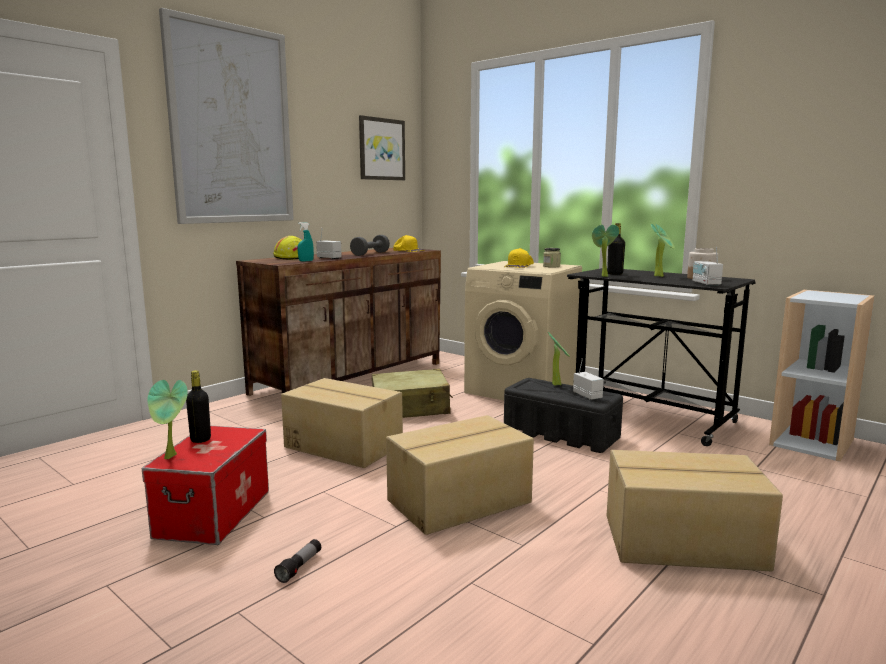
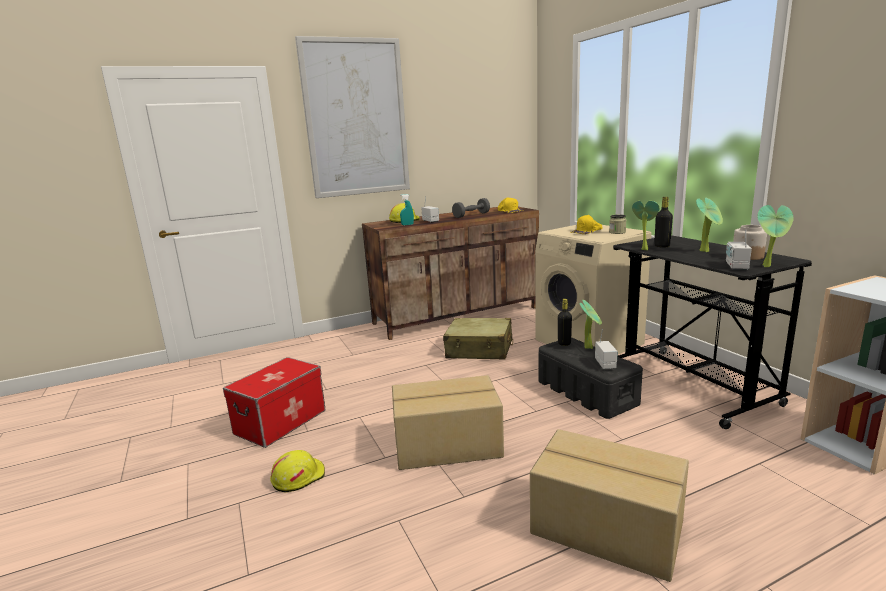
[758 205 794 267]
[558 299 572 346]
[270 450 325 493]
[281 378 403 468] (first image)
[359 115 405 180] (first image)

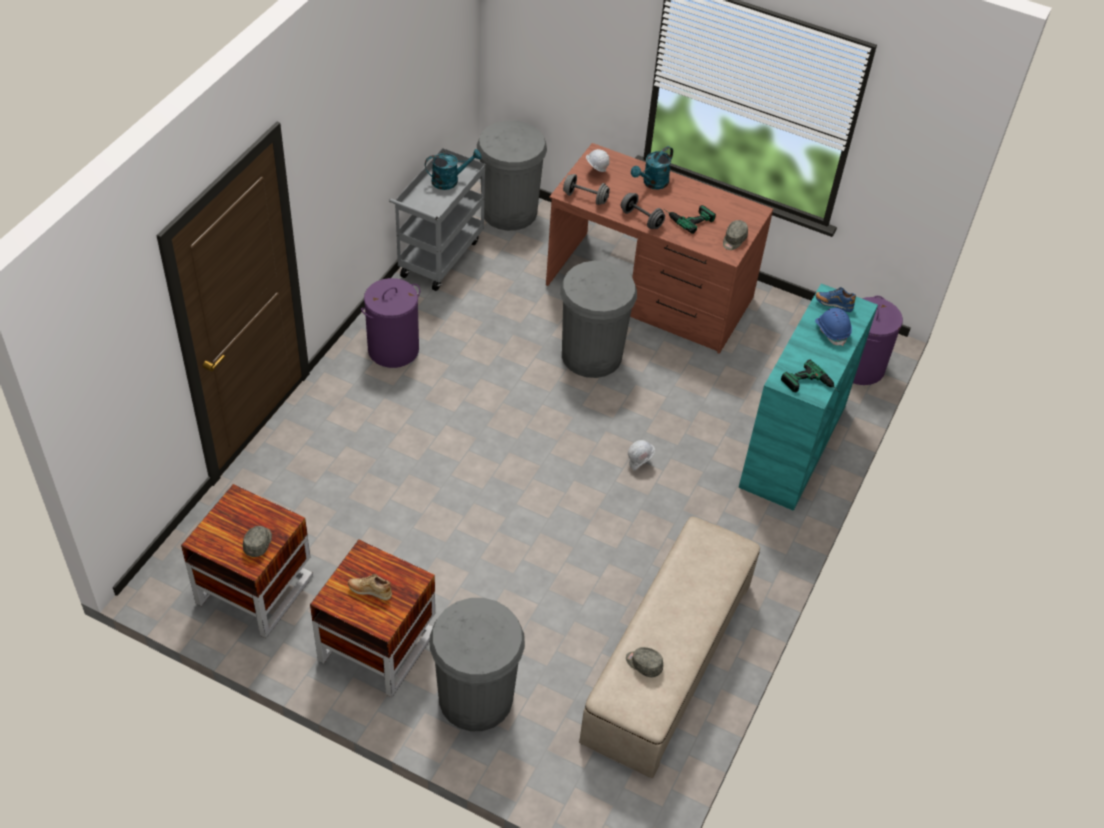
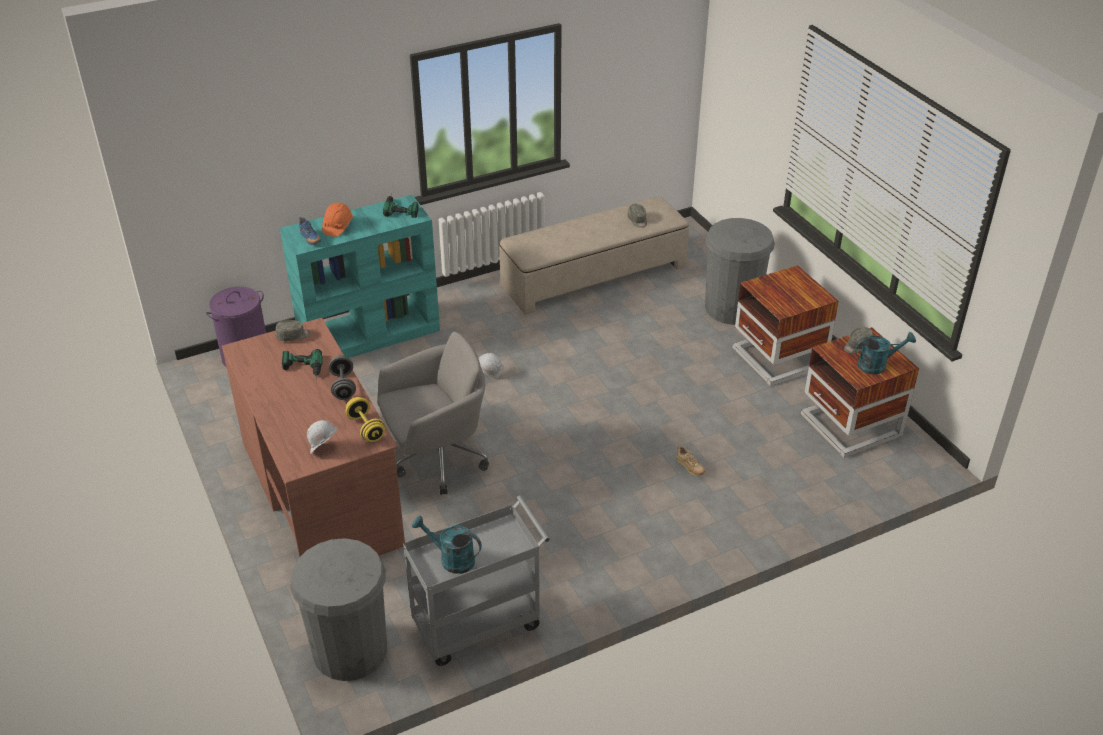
[676 446 706 476]
[361 278 420 368] (first image)
[377 332 489 495]
[346 397 385 442]
[855 332 916 374]
[322 203 353 237]

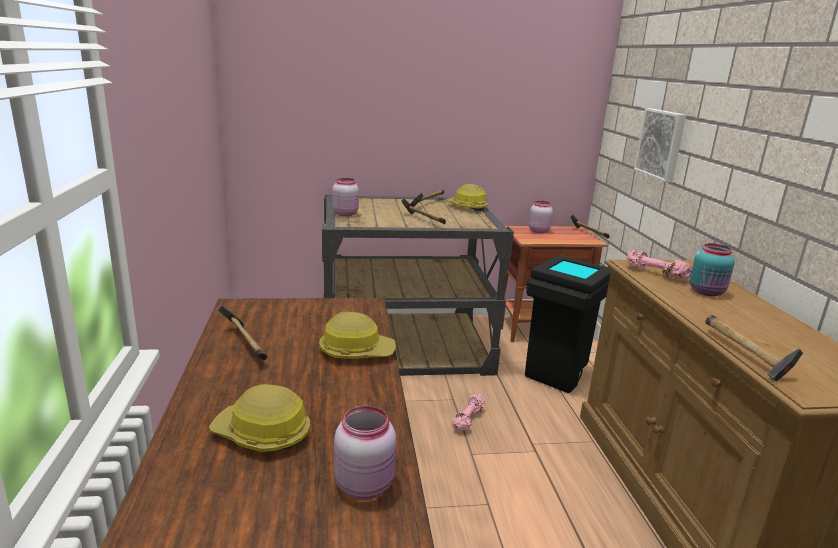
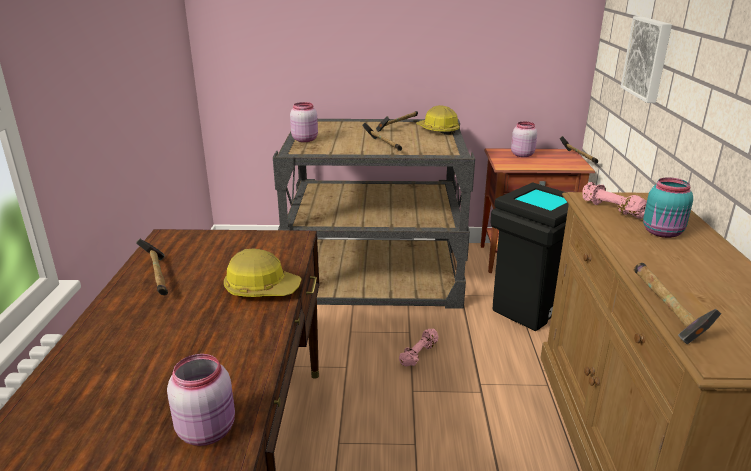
[209 384 310 452] (first image)

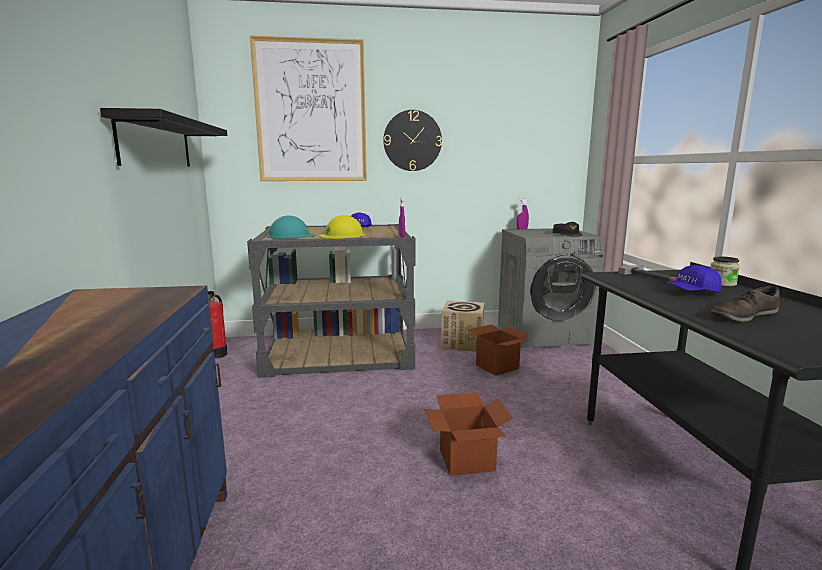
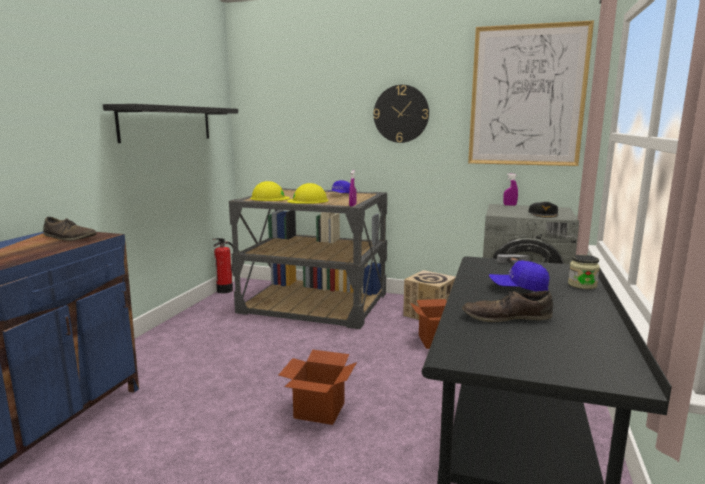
[468 20 594 166]
[250 181 290 201]
[43 217 97 241]

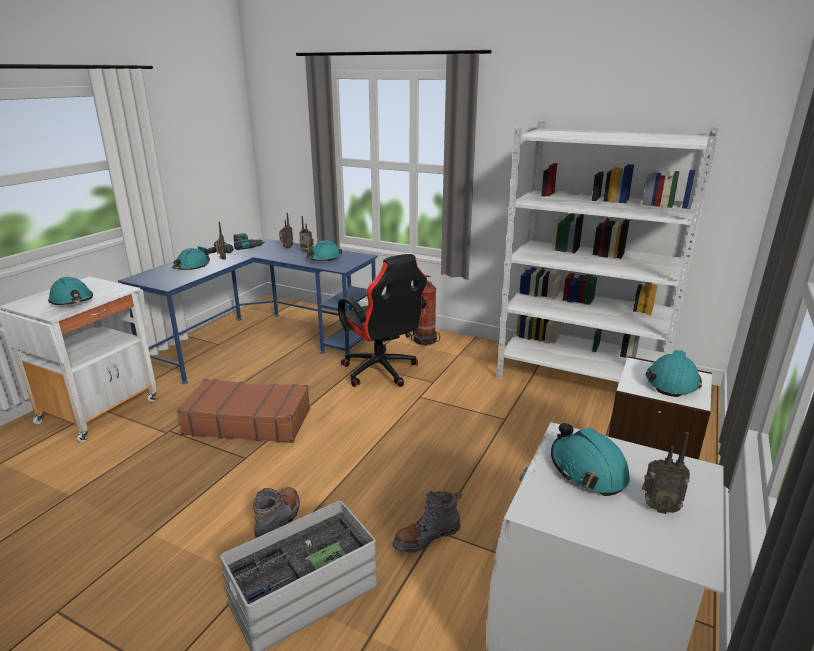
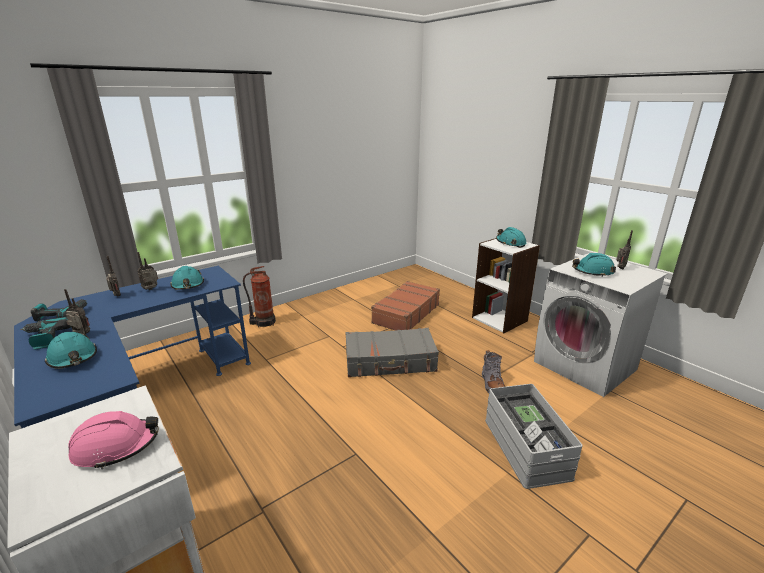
[68 411 159 469]
[371 281 440 330]
[253 487 300 538] (first image)
[338 254 427 387] (first image)
[496 121 718 382] (first image)
[345 328 439 377]

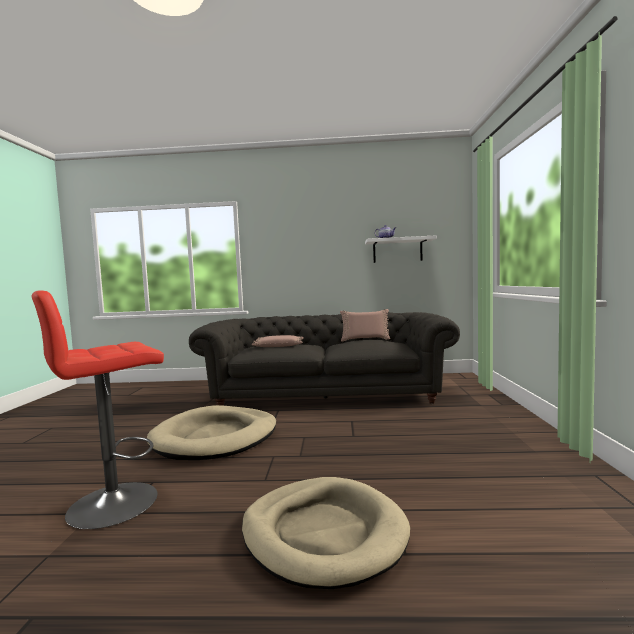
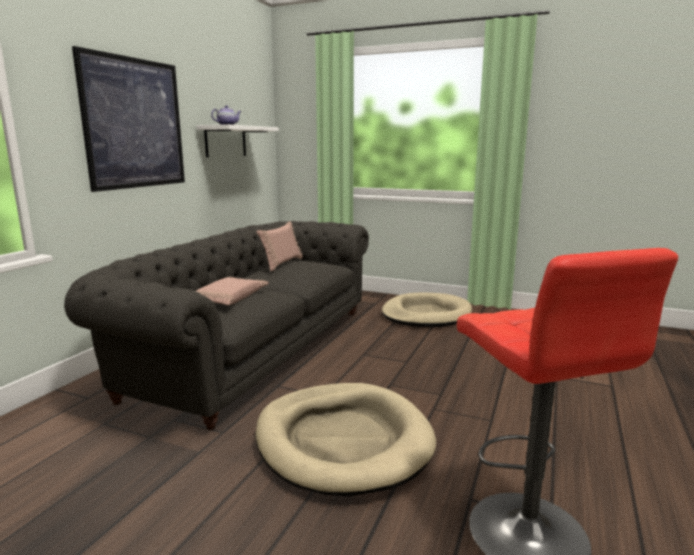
[382 292 472 327]
[72 46 185 192]

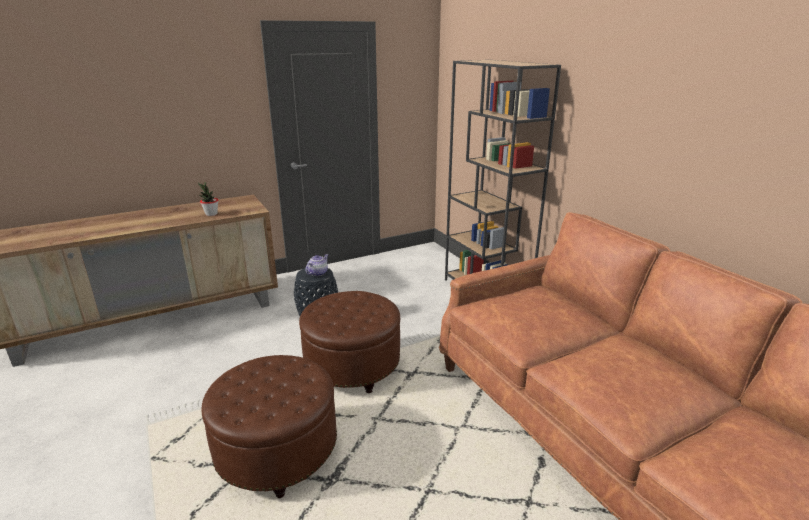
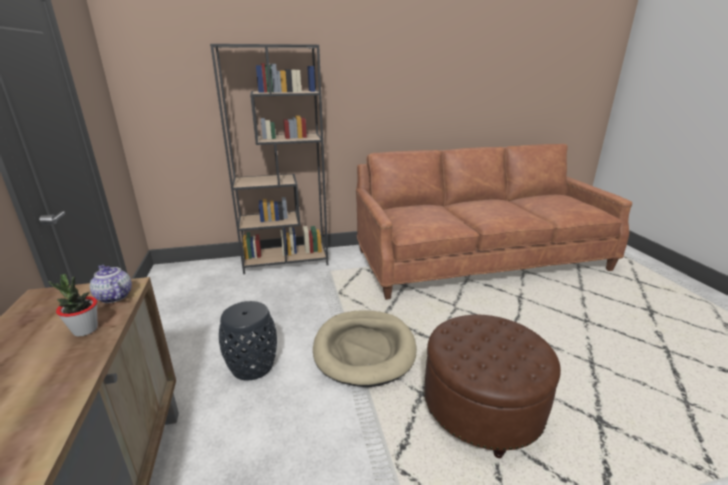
[313 310 417 387]
[90 265 132 303]

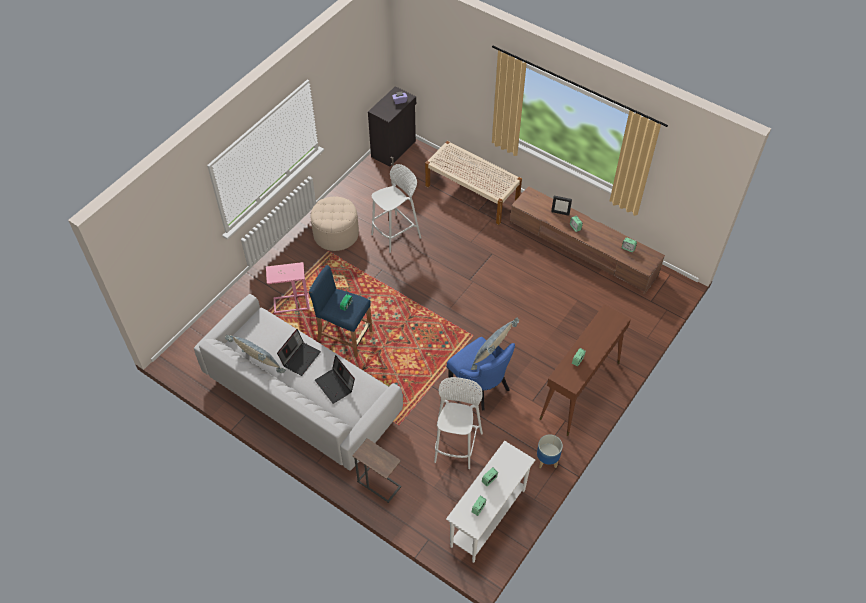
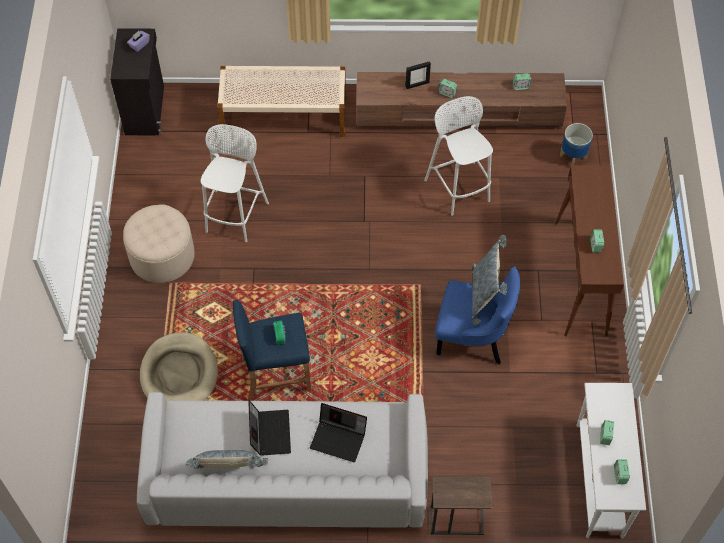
[140 333 218 402]
[424 96 493 216]
[560 123 593 165]

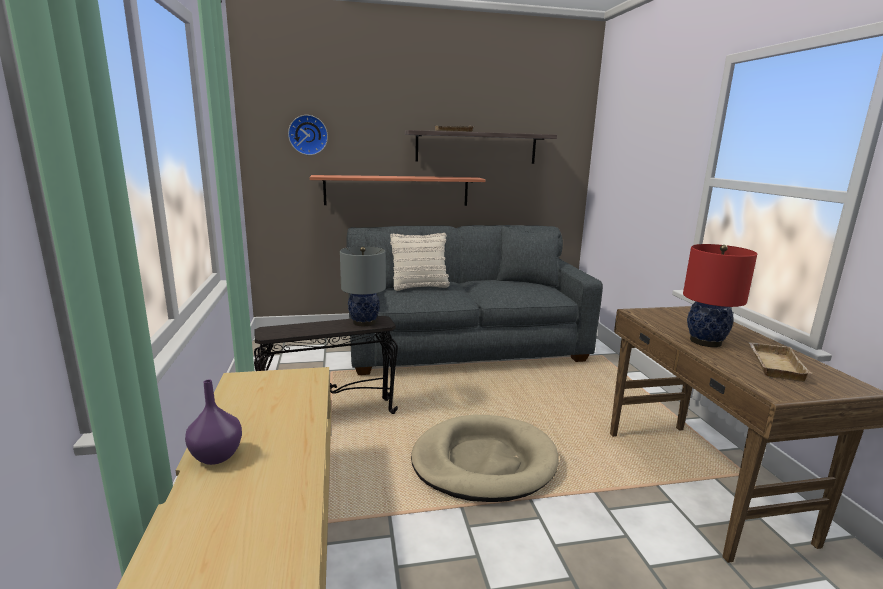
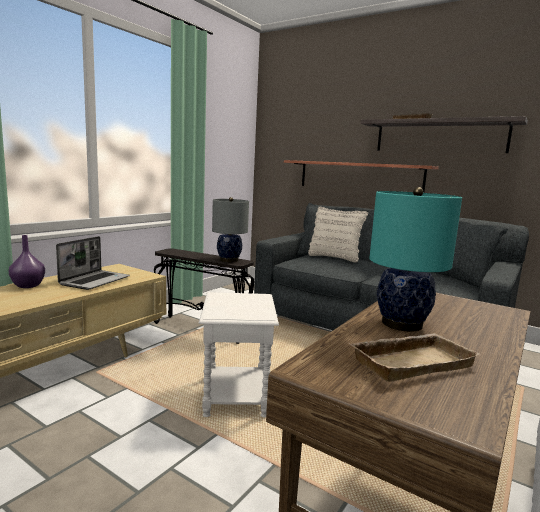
[288 115 328 155] (first image)
[198 292 279 417]
[369 187 462 332]
[56 236 130 290]

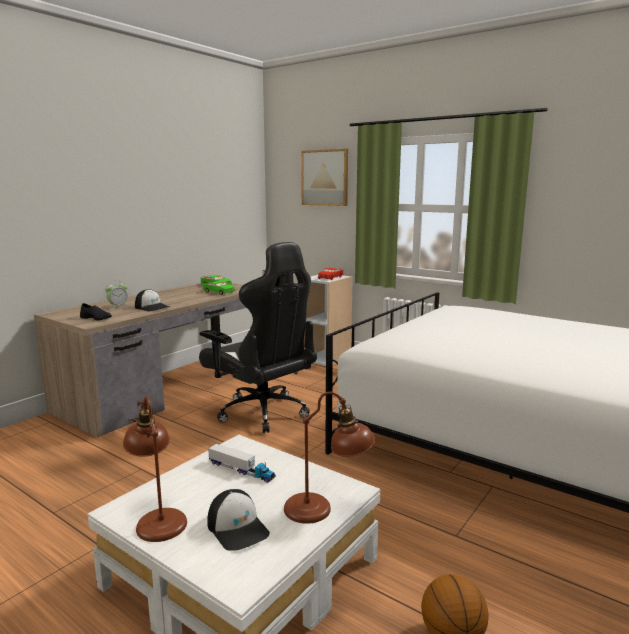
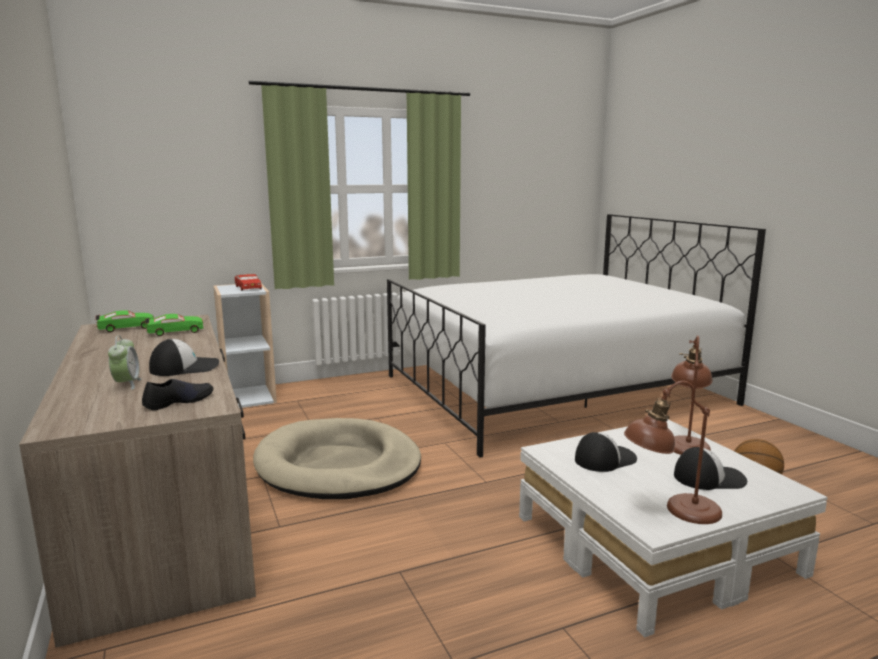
[253 418 421 499]
[575 432 637 472]
[301 149 348 206] (first image)

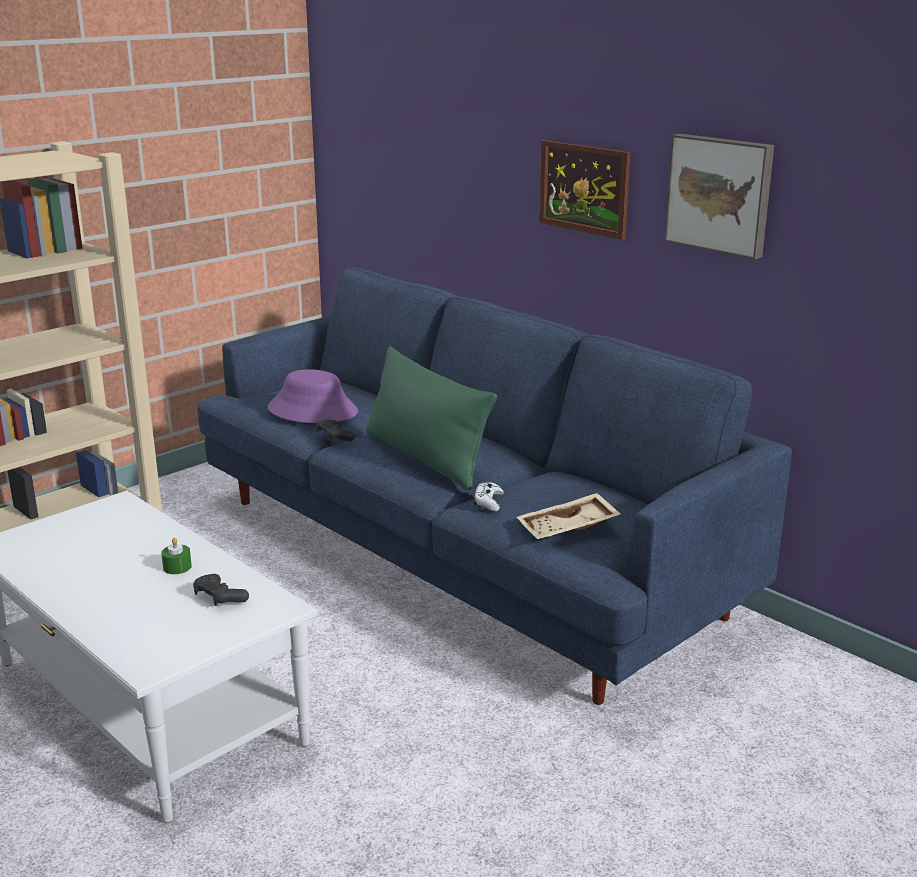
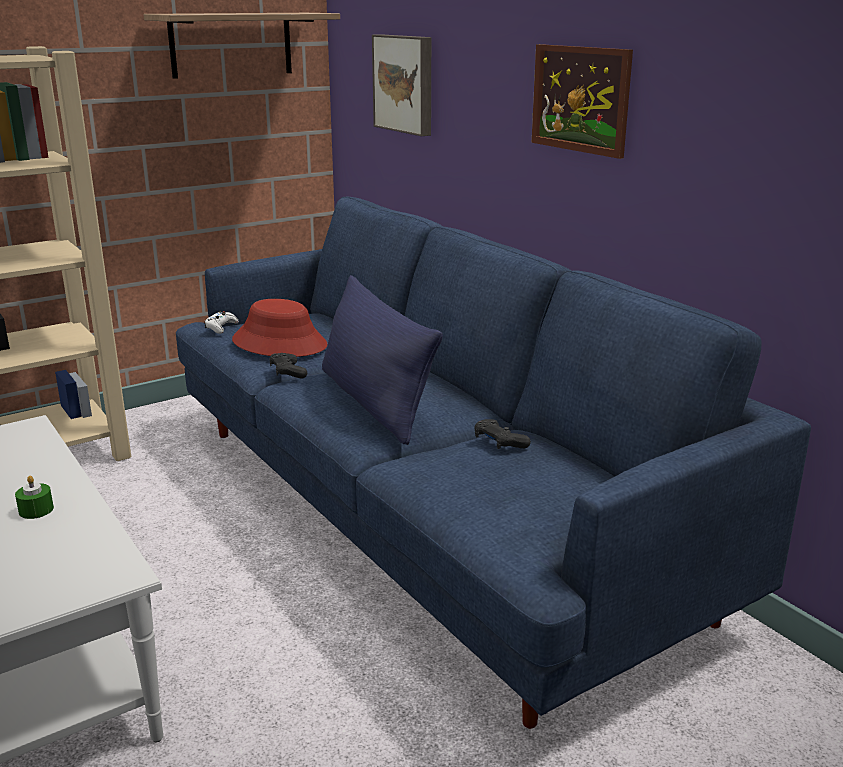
[475 419 531 449]
[232 299 327 357]
[322 275 443 445]
[204 311 239 334]
[516 493 621 539] (first image)
[372 34 431 136]
[143 13 340 79]

